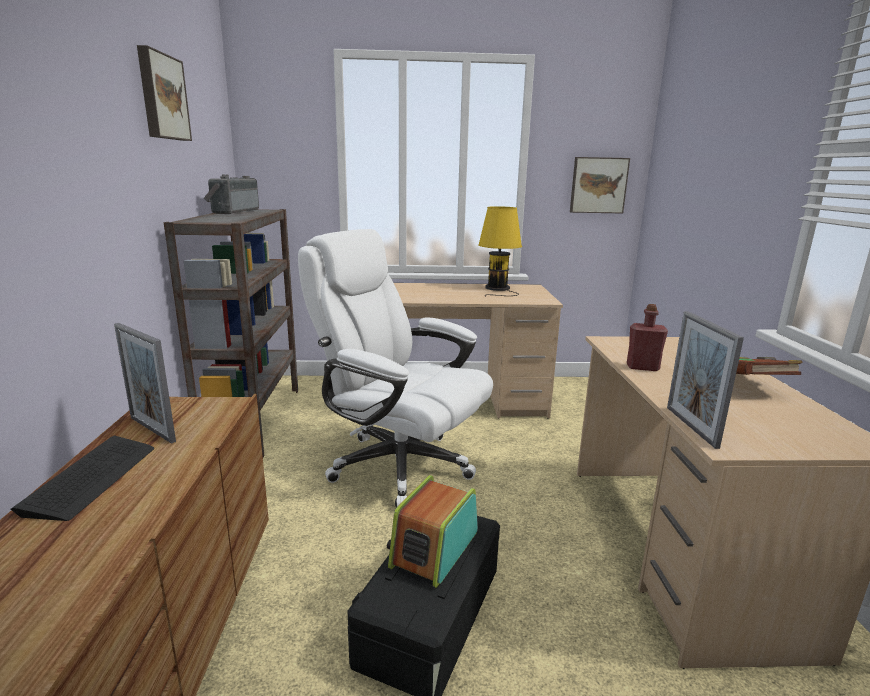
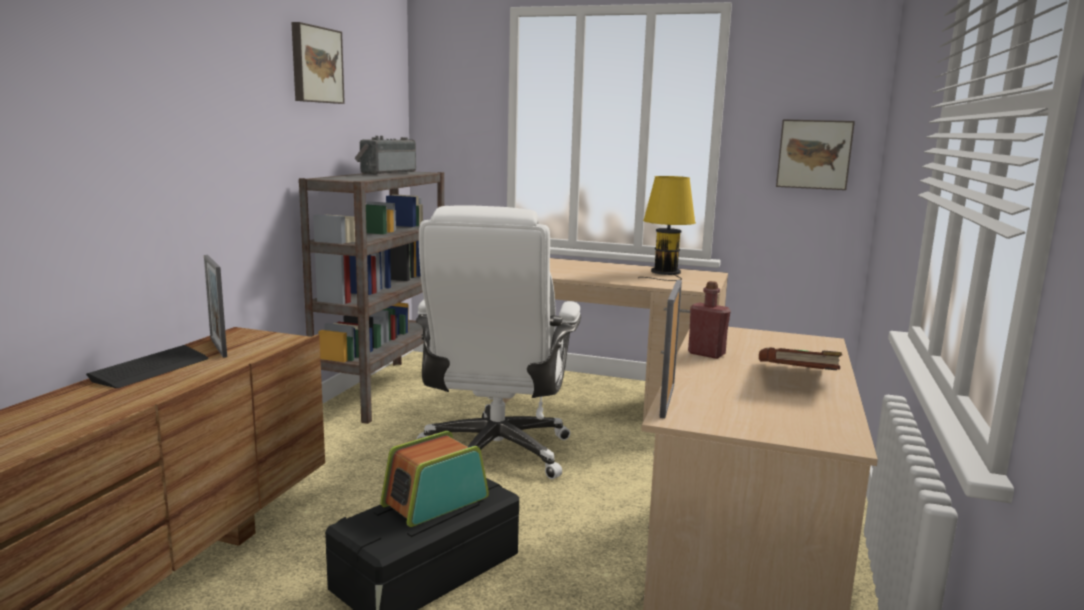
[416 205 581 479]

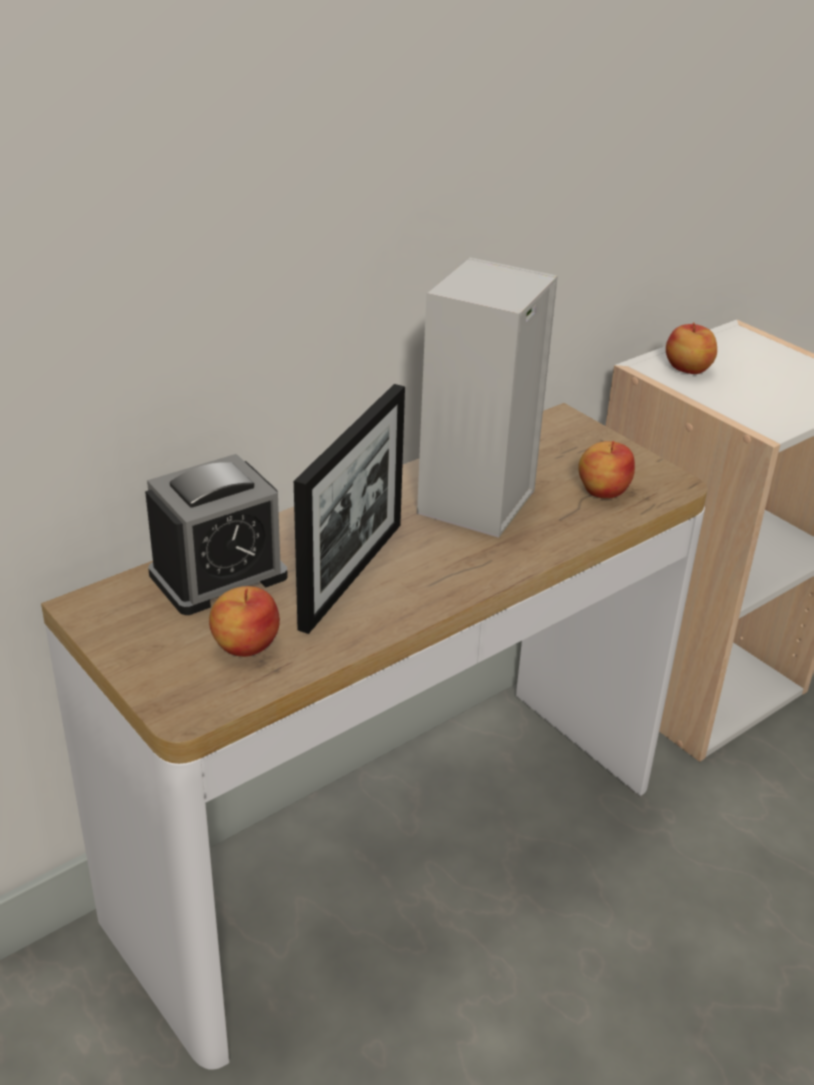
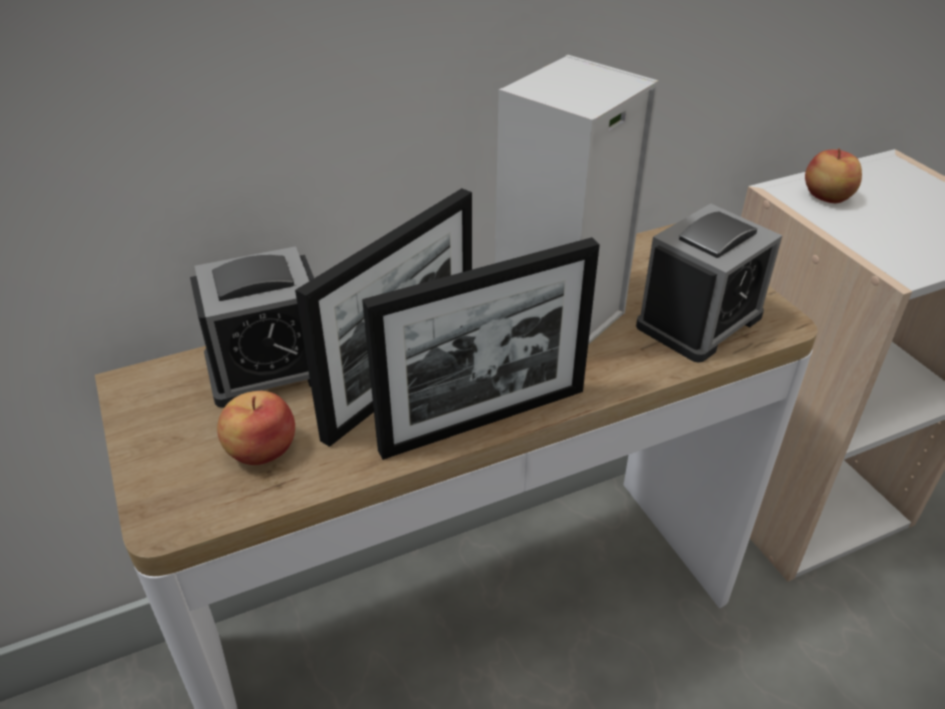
[636 204 783 363]
[362 237 600 460]

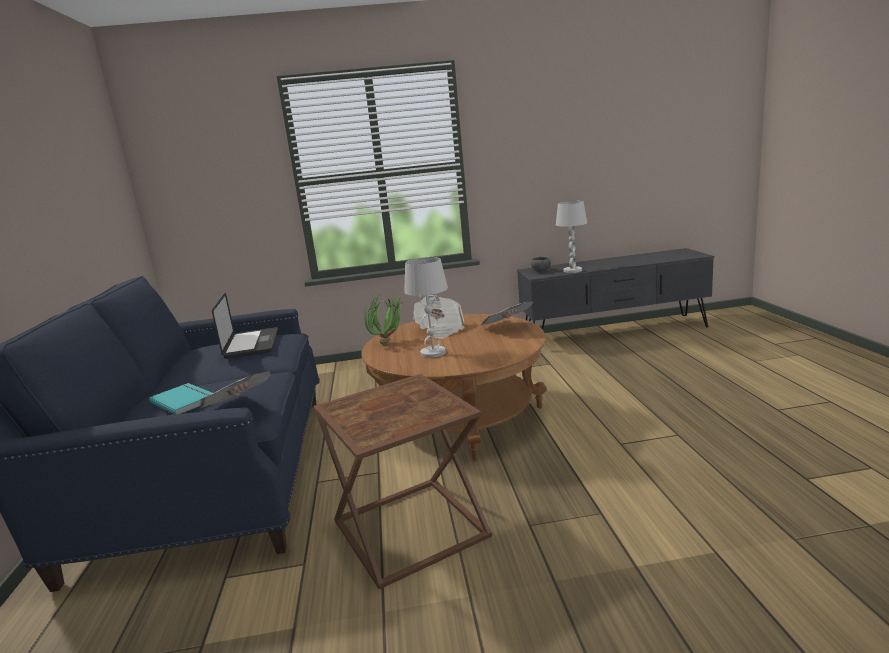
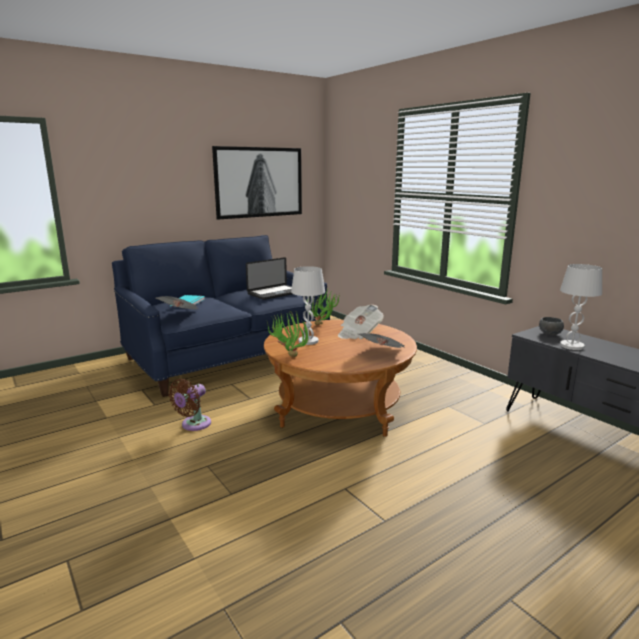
[169 379 211 431]
[212 146 302 220]
[267 311 309 357]

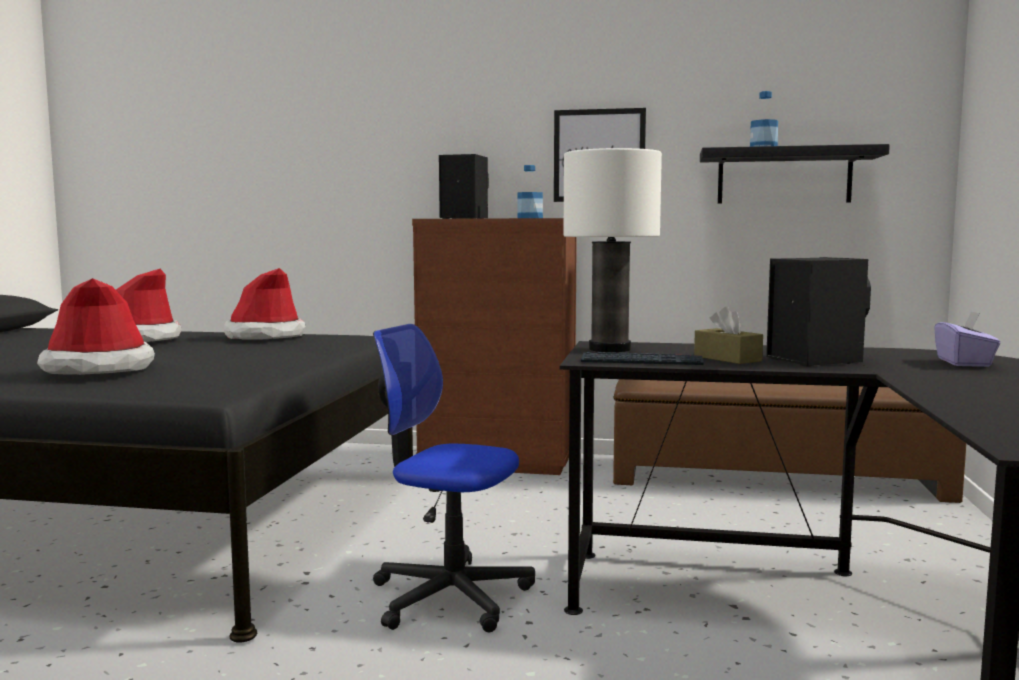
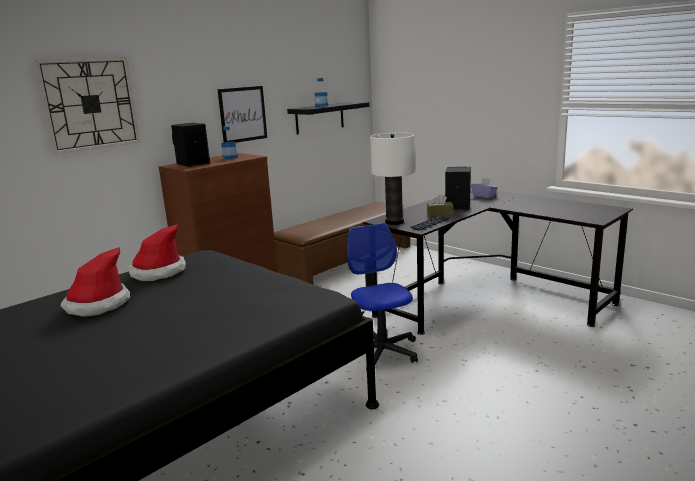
[37 278 155 375] (first image)
[347 223 418 371]
[34 57 140 154]

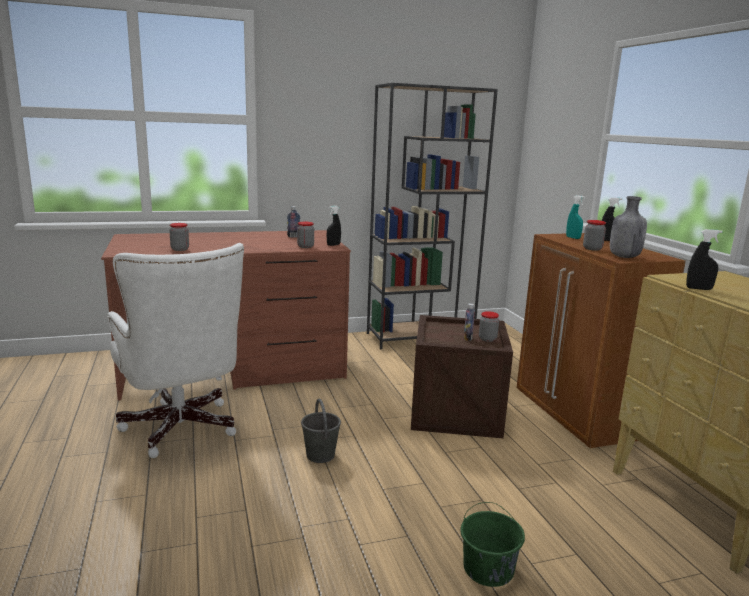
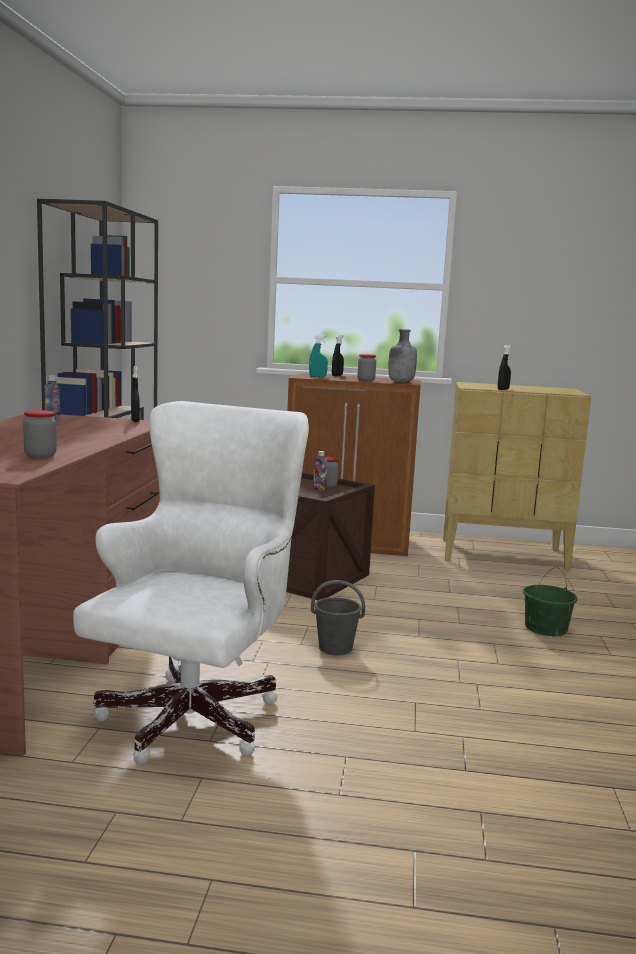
[73 401 309 765]
[297 222 314 248] (first image)

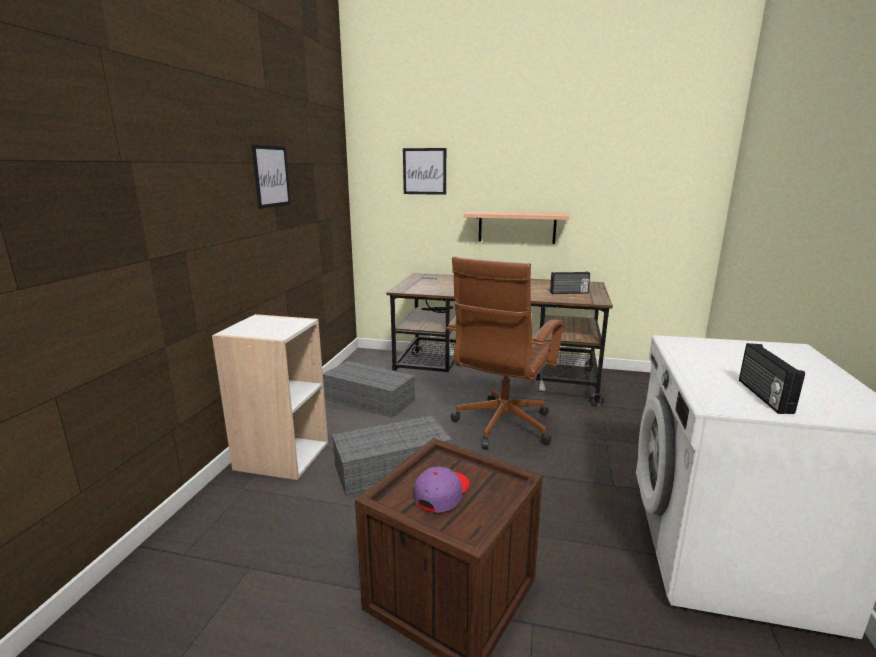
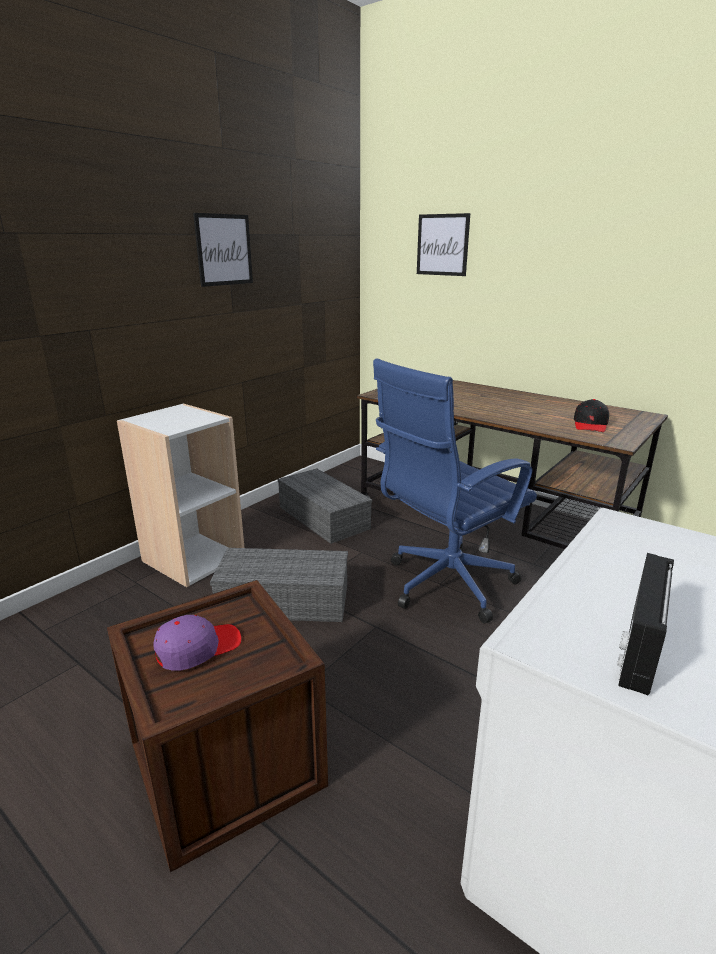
[373 359 537 624]
[464 211 570 244] (first image)
[574 399 609 432]

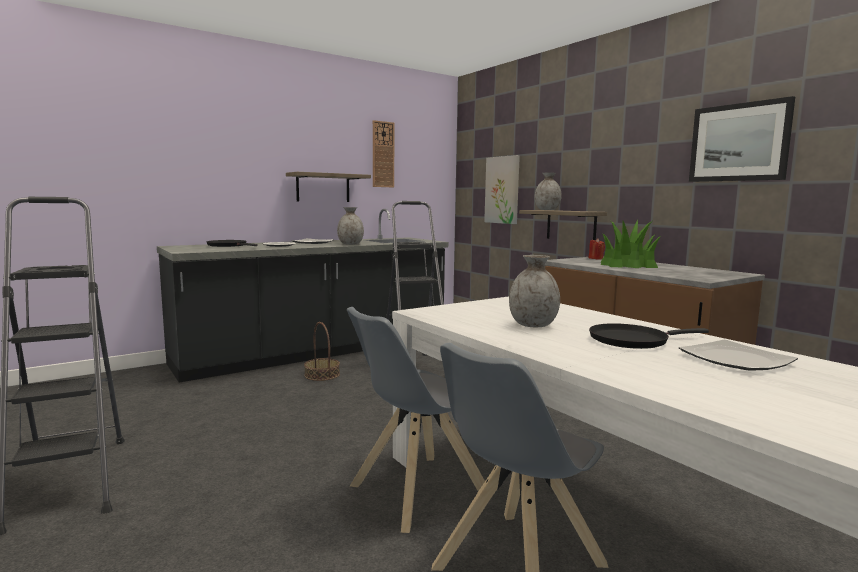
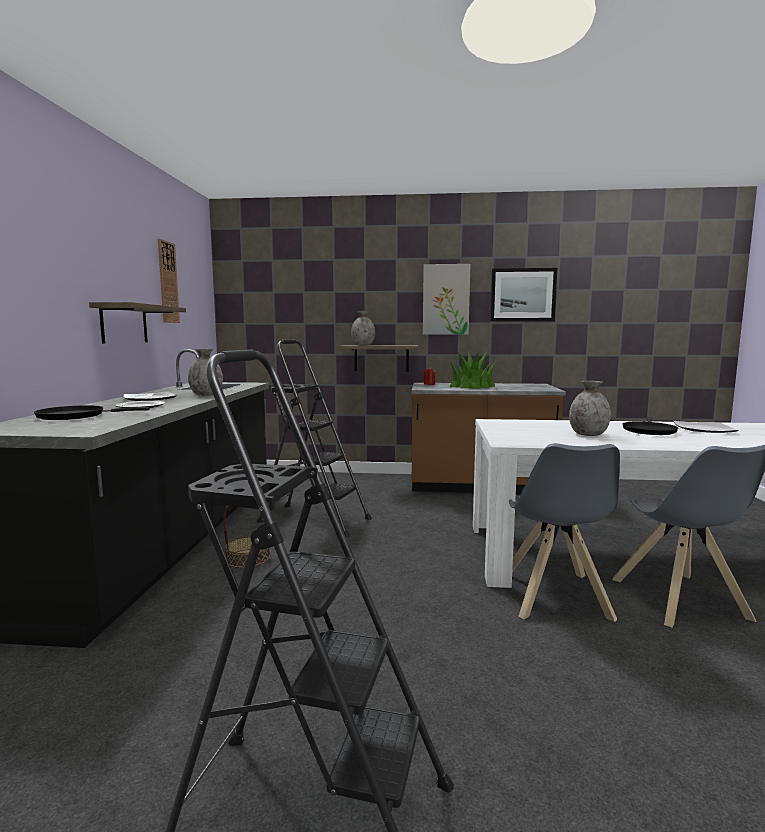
[423 264 470 334]

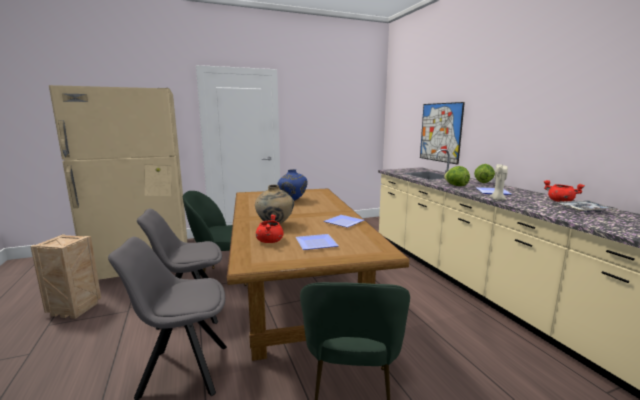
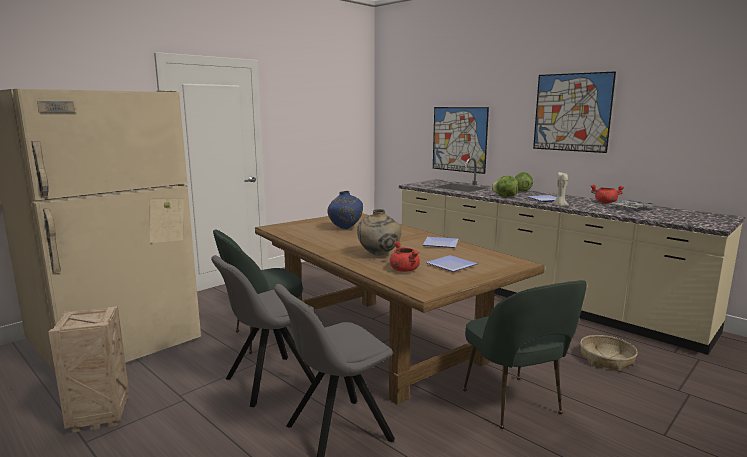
[533 71 616 153]
[580 335 638 372]

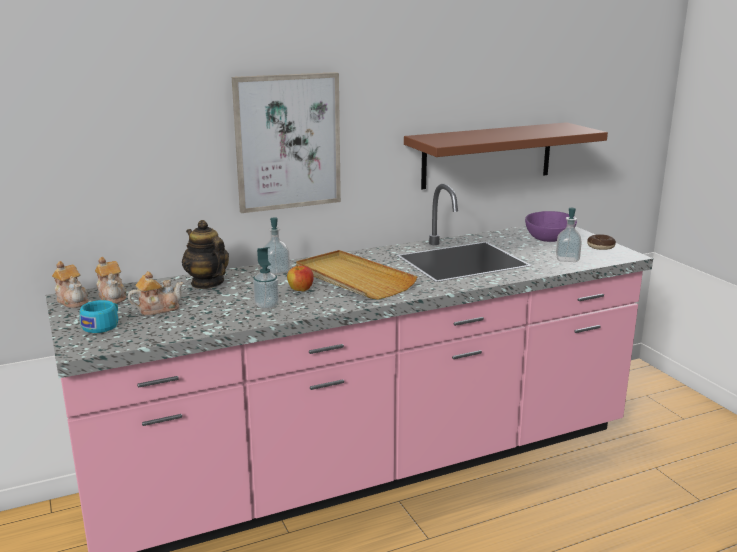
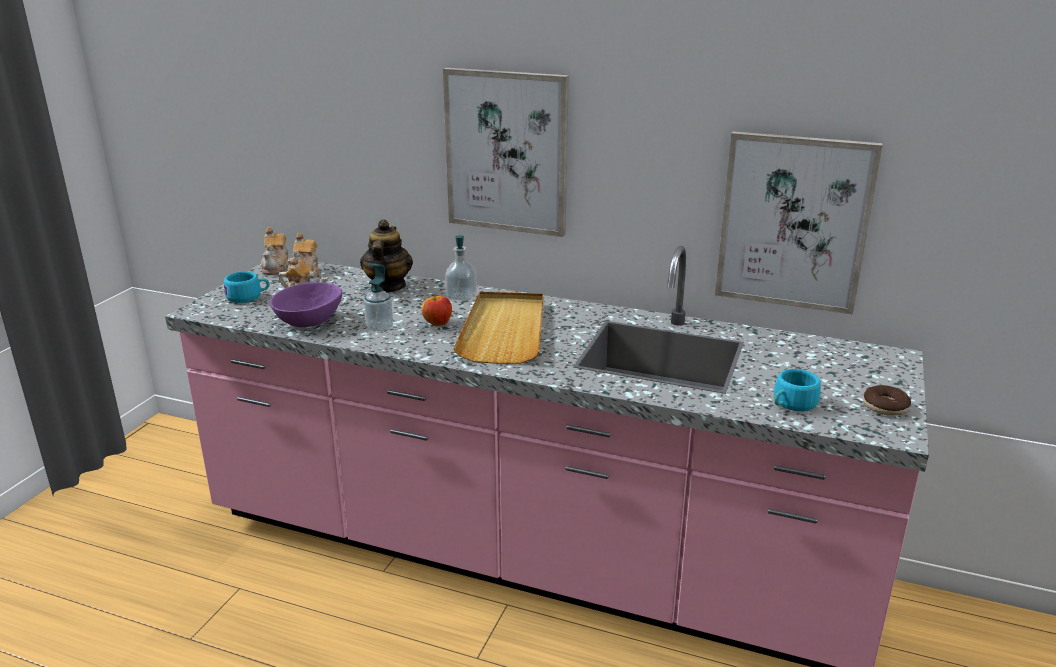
[715 131 882 315]
[270 282 342 327]
[774 369 821 411]

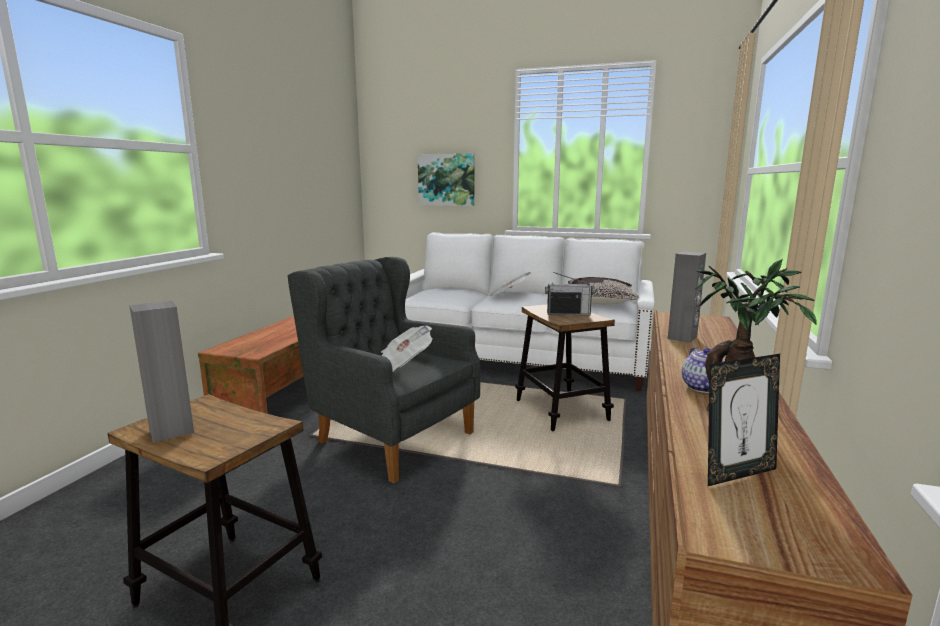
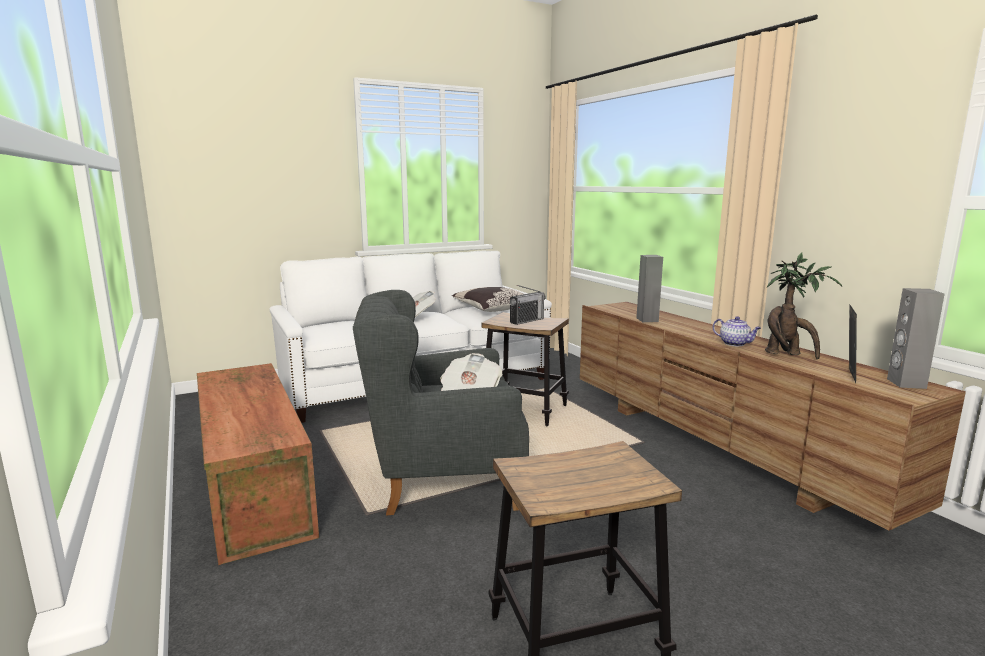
[887 288 945 389]
[418 153 475 206] (first image)

